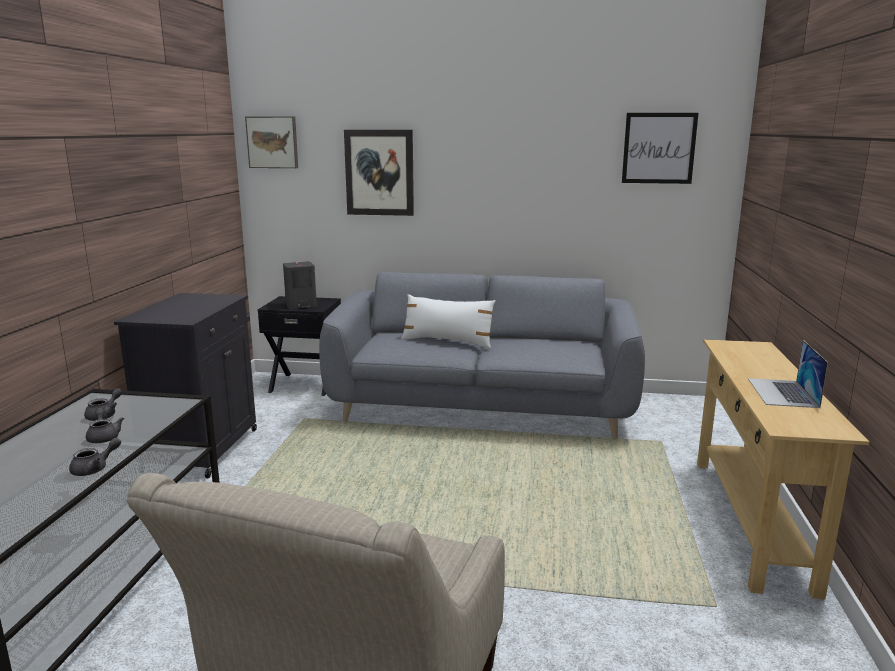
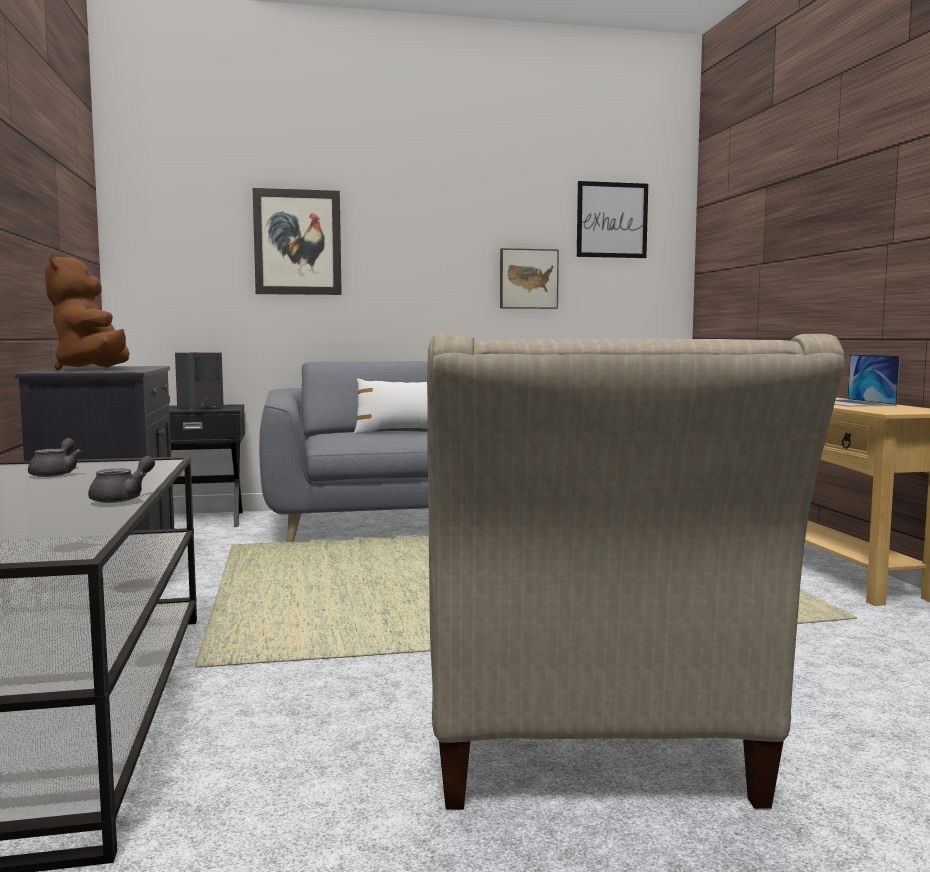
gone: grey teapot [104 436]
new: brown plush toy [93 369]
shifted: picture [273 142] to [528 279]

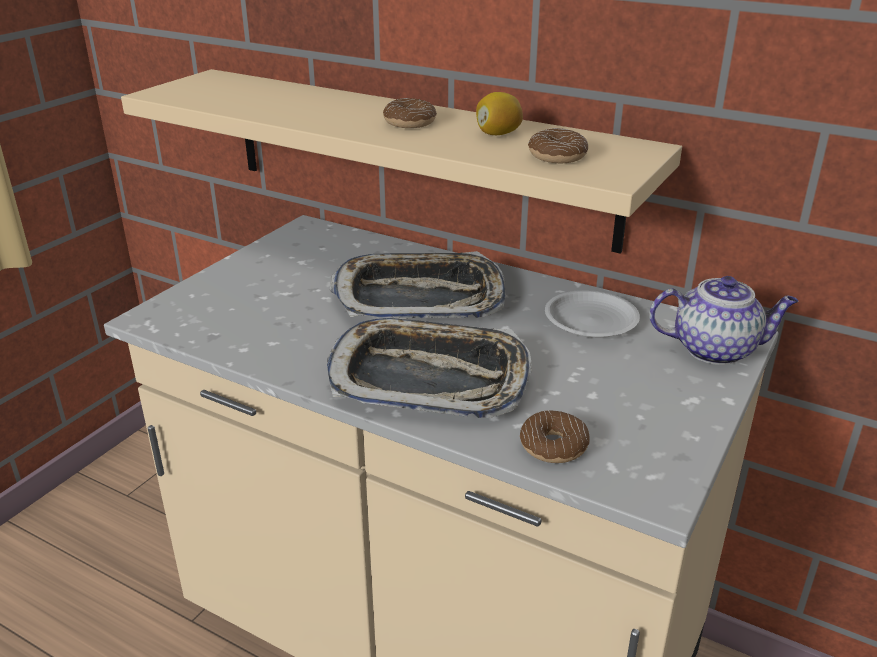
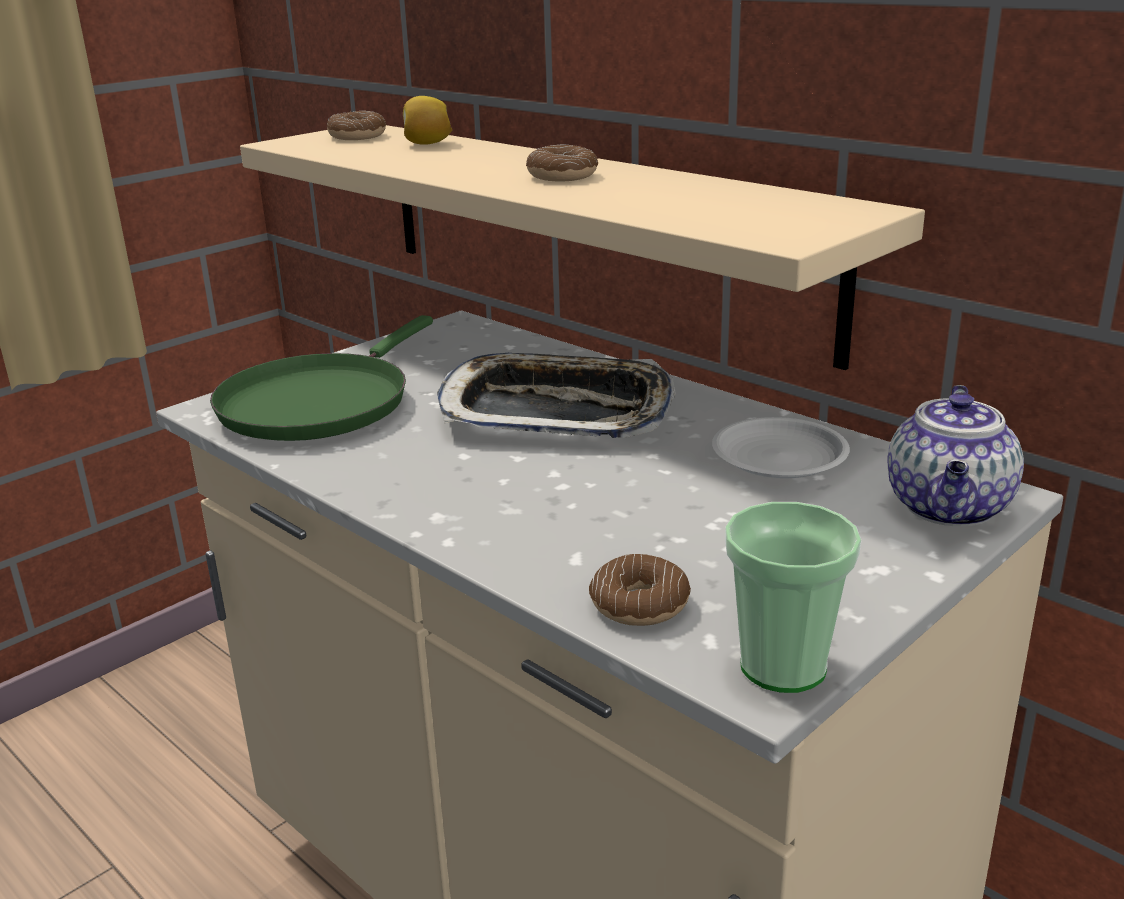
gone: tray [429 378]
new: green frying pan [320 402]; cup [783 666]
shifted: lemon [498 134] to [427 144]; donut [557 156] to [357 136]
rotated: teapot [716 349] = [949 509] 90 degrees clockwise

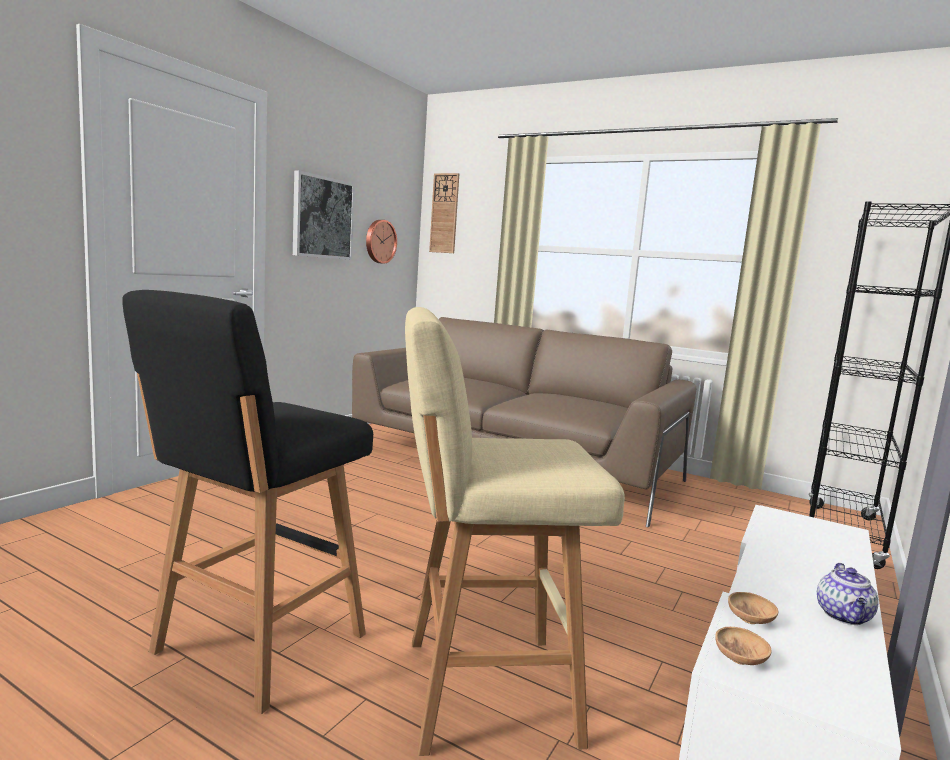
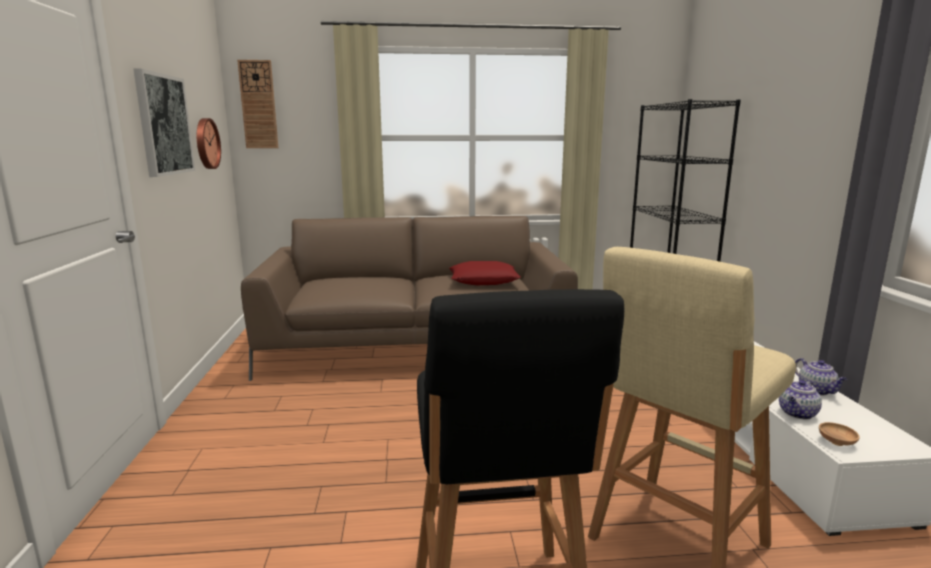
new: red pillow [484 280]
swapped: brown bowl [750 619] to teapot [797 414]

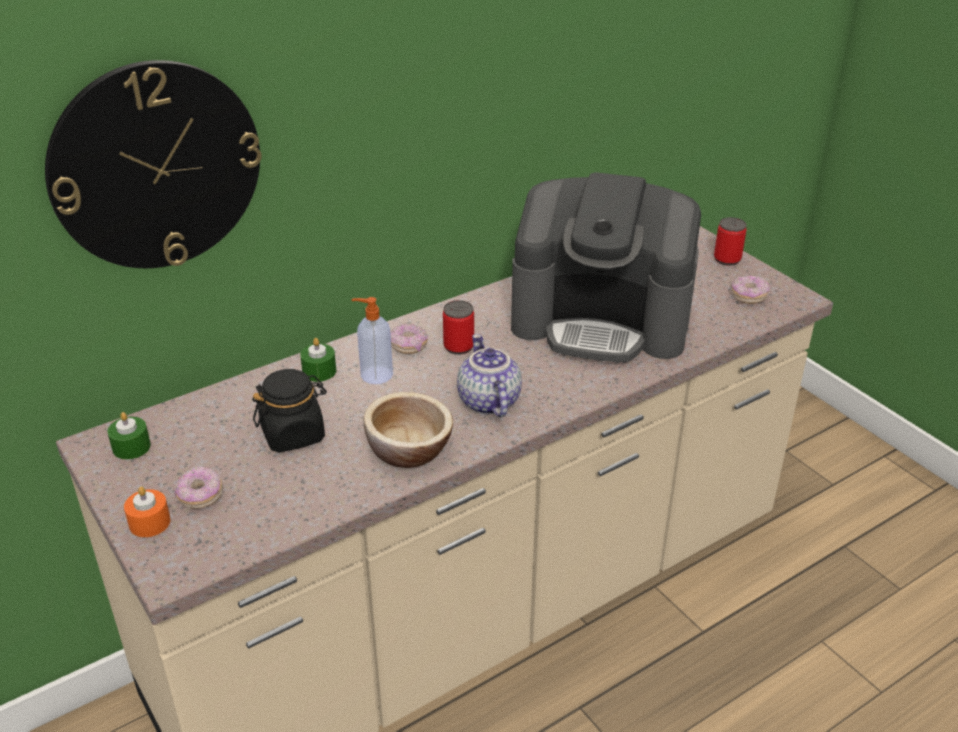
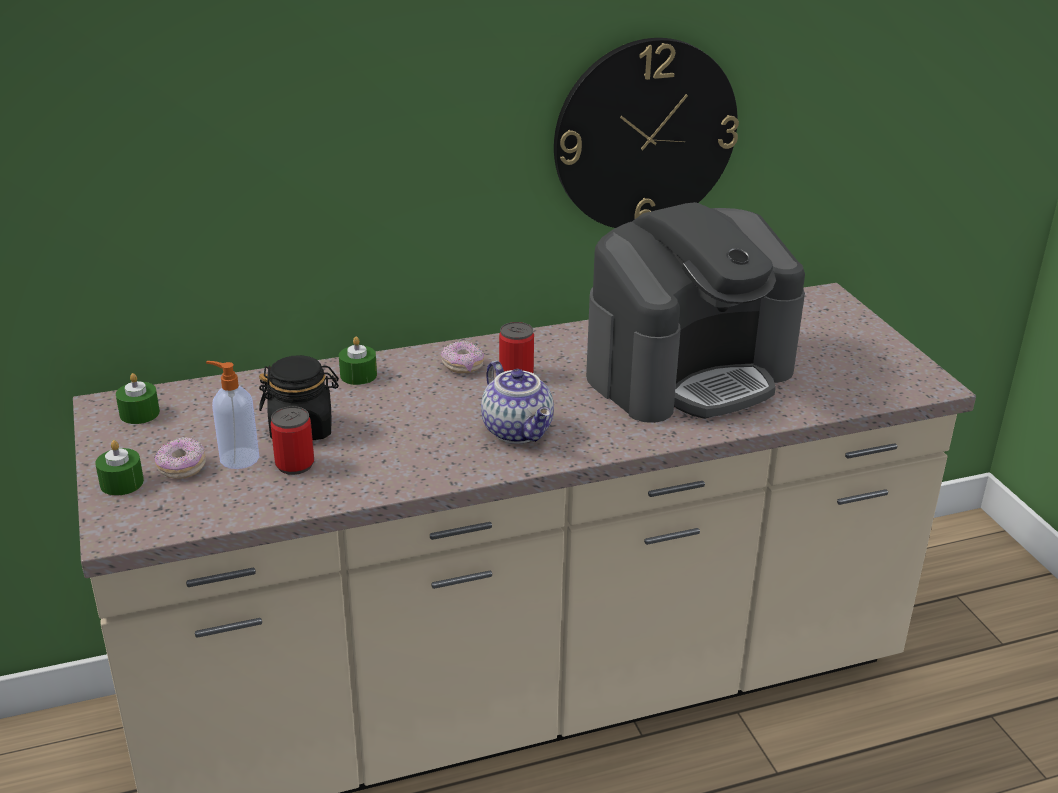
gone: bowl [409 450]; donut [749 296]
shifted: wall clock [156 166] to [645 135]; soap dispenser [375 375] to [238 458]; can [727 259] to [295 465]
repainted: orange candle [149 522] to green candle [122 483]
rotated: teapot [487 401] = [519 431] 150 degrees clockwise; coffee machine [602 319] = [689 372] 60 degrees counterclockwise

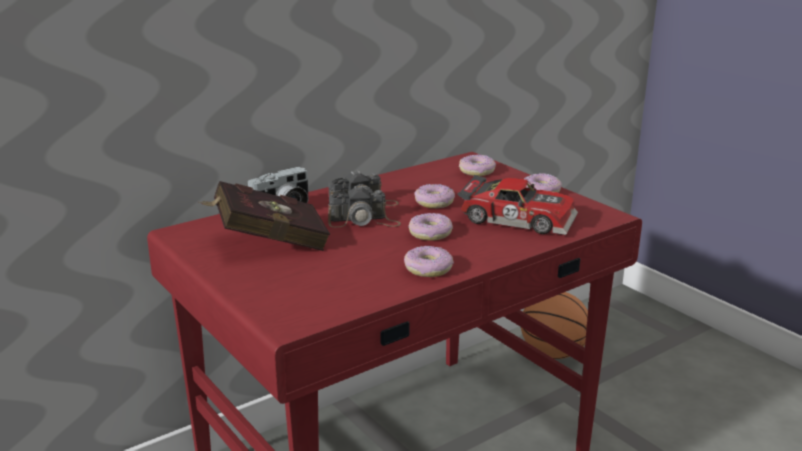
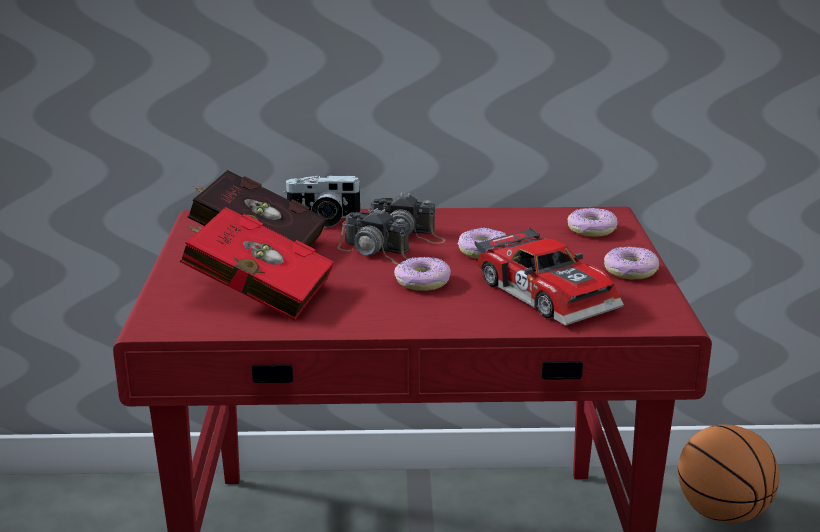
gone: donut [428 269]
new: red book [255 293]

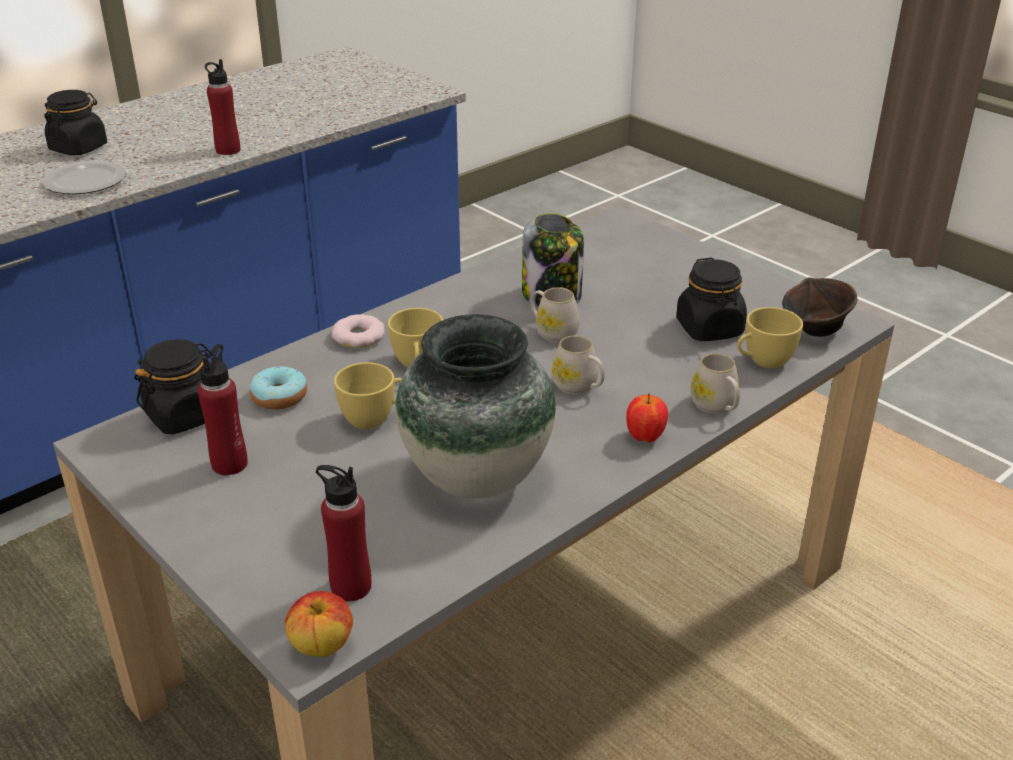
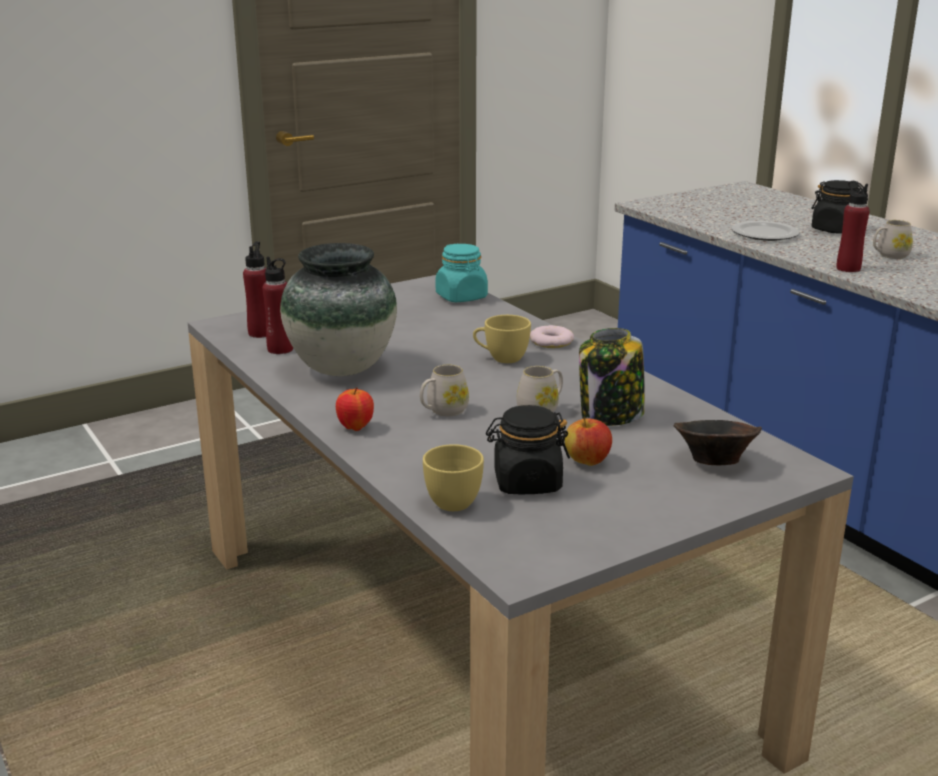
gone: donut [279 397]; yellow cup [374 418]
shifted: red bottle [230 464] to [280 349]; apple [322 646] to [587 461]; white mug [716 407] to [889 255]; brown bowl [815 330] to [713 462]
repainted: black jar [184 415] to turquoise jar [461 297]

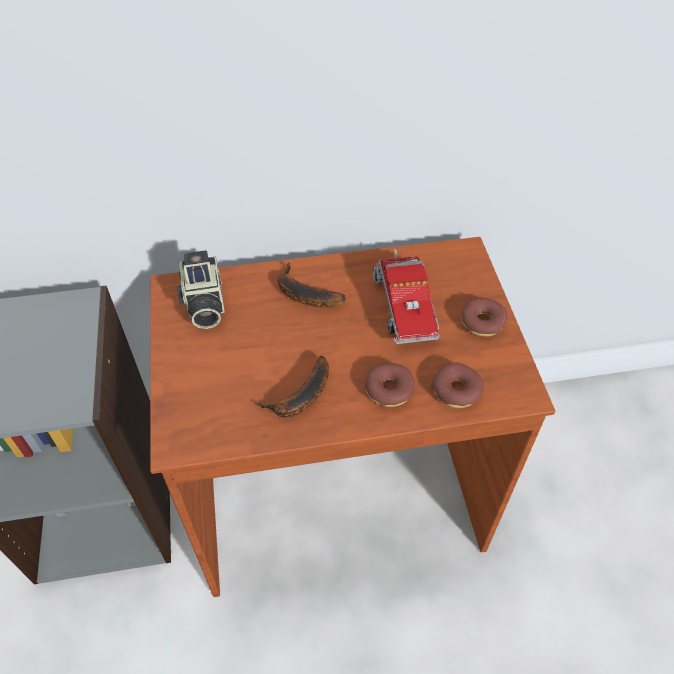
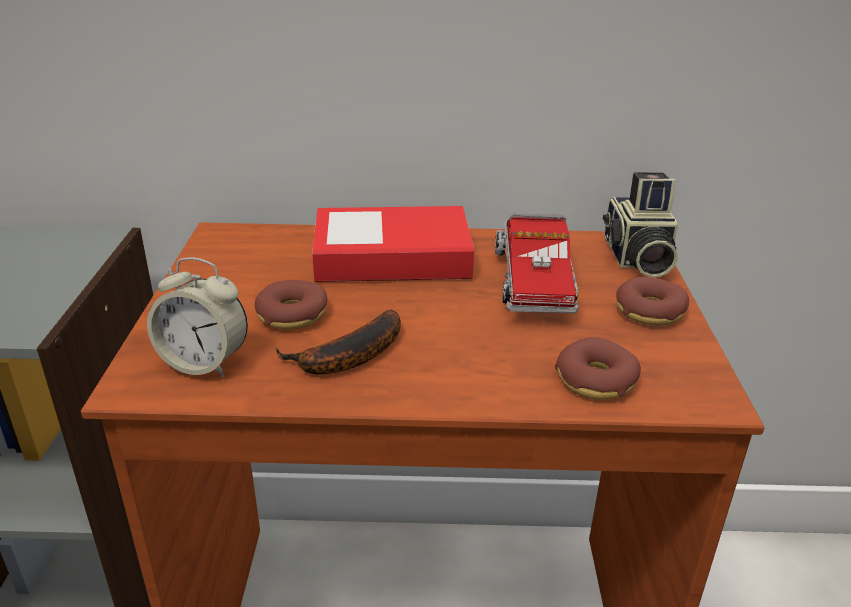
new: alarm clock [204 363]
shifted: photo camera [203 305] to [636 258]; donut [389 390] to [292 315]
swapped: banana [303 294] to book [392 258]

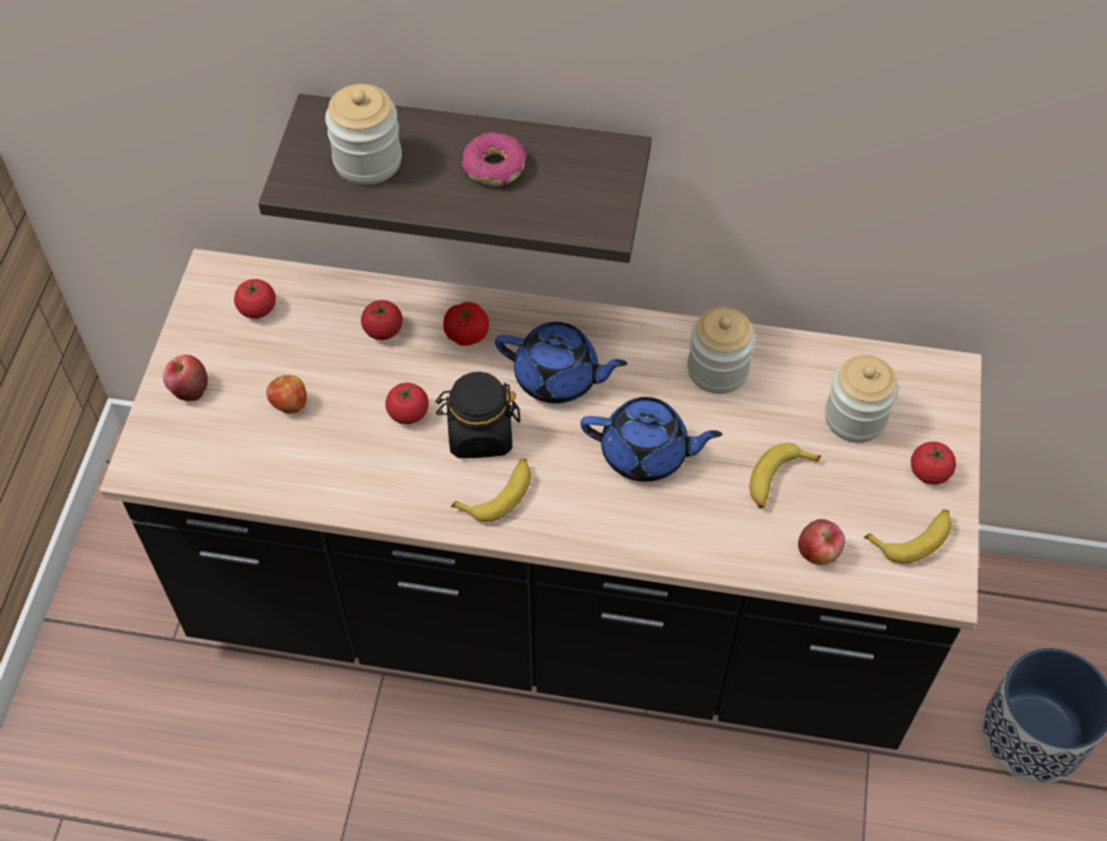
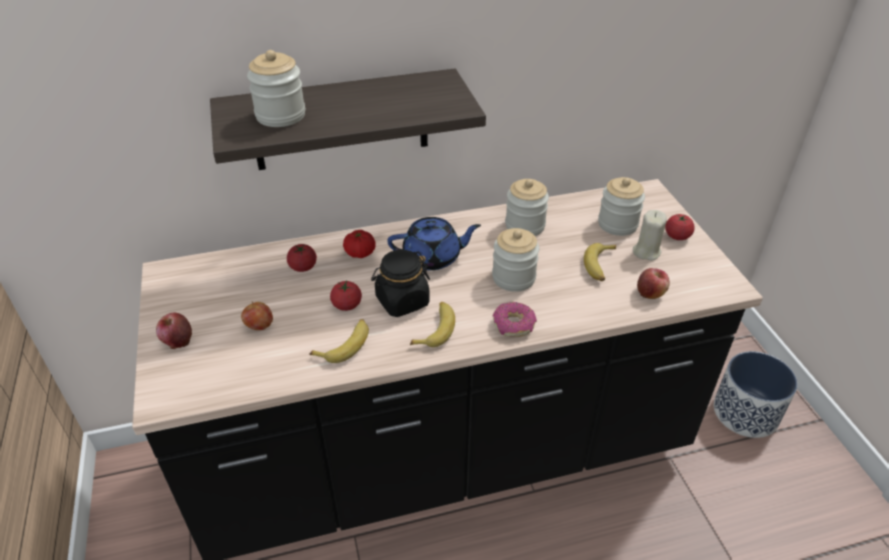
gone: tomato [257 309]
new: beige candle [646 251]
shifted: donut [494 168] to [514 325]; banana [912 538] to [345 345]
swapped: blue teapot [646 453] to jar [513 278]

